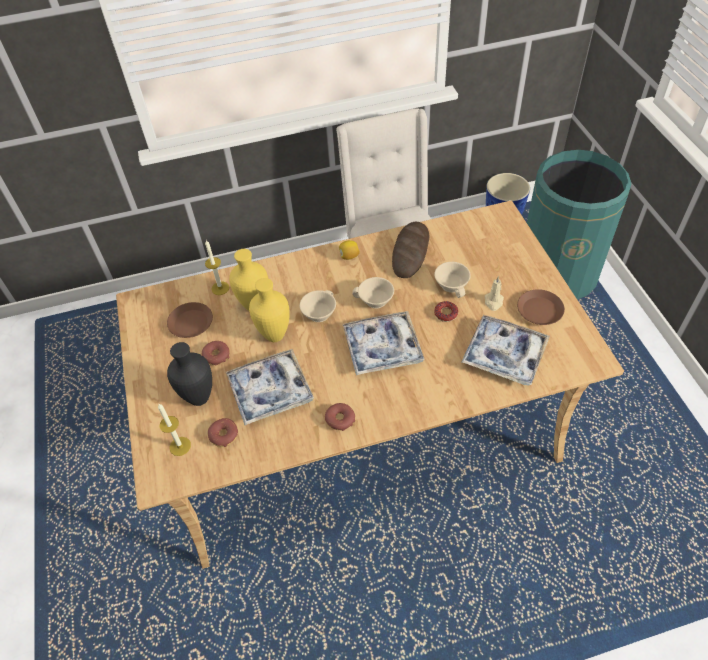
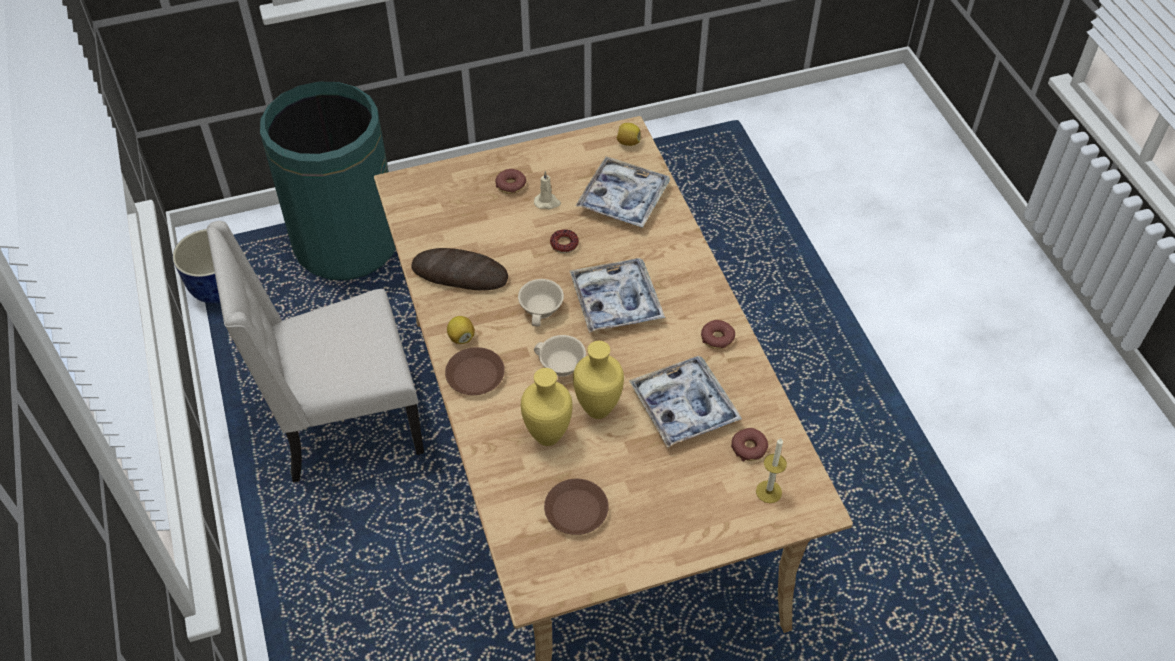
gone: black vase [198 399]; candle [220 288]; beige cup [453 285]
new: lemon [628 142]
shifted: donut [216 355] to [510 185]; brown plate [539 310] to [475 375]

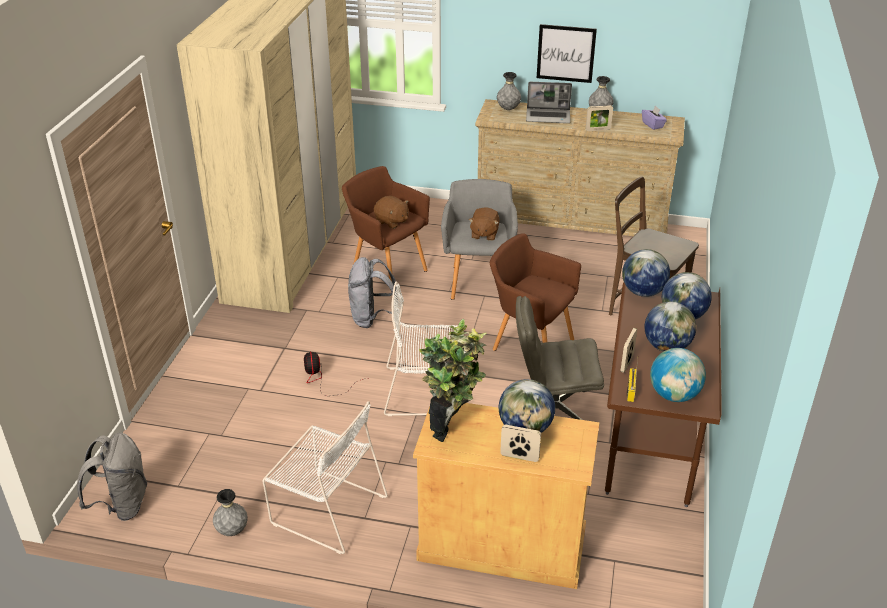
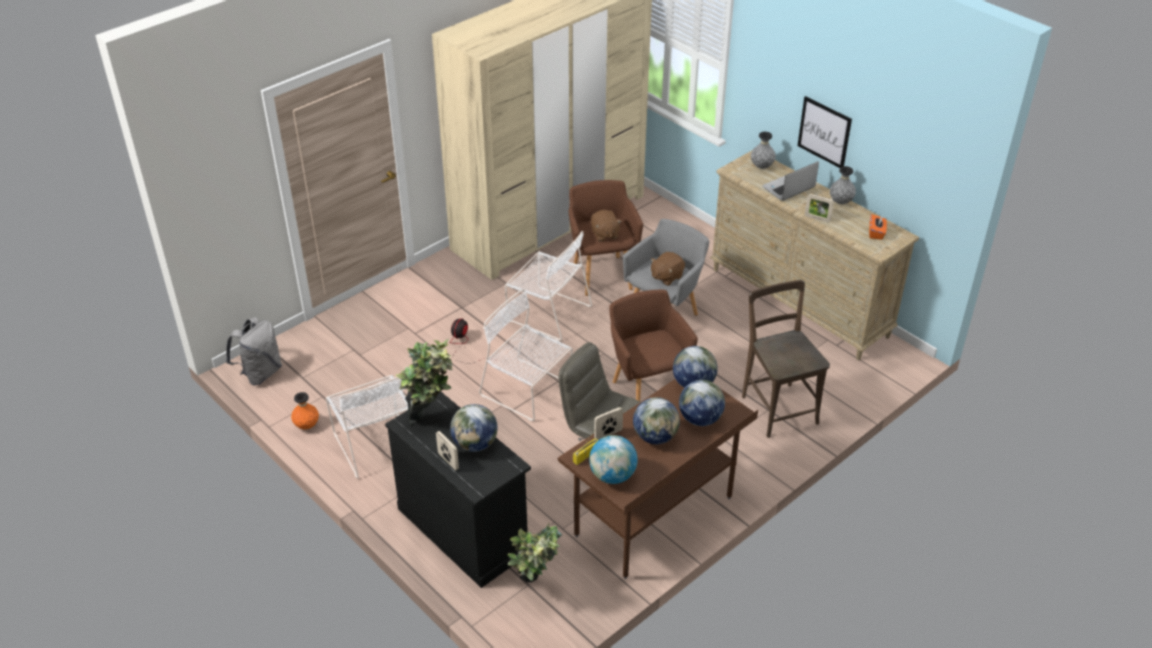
new: potted plant [536 589]
swapped: grey backpack [372 318] to white chair [547 312]
repainted: grey vase [232 531] to orange vase [307 426]; beige cabinet [502 544] to black cabinet [463 530]; purple tissue box [653 125] to orange tissue box [876 233]
rotated: laptop [548 117] = [788 188] 105 degrees clockwise

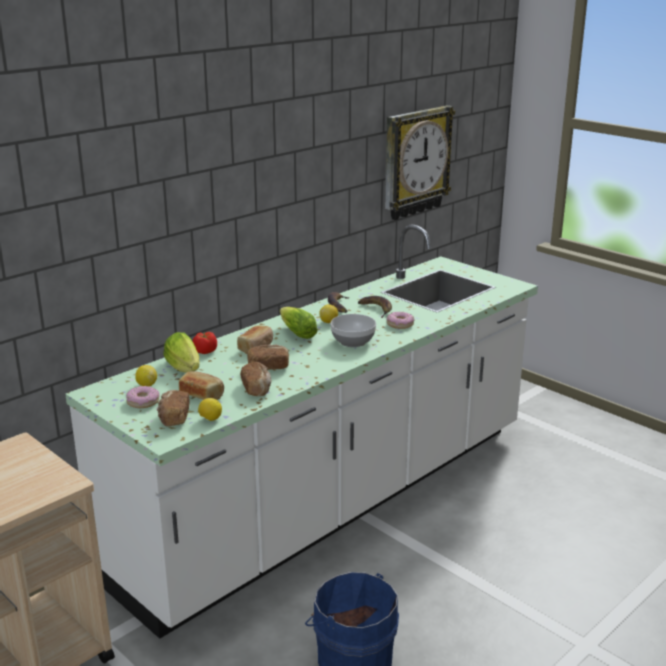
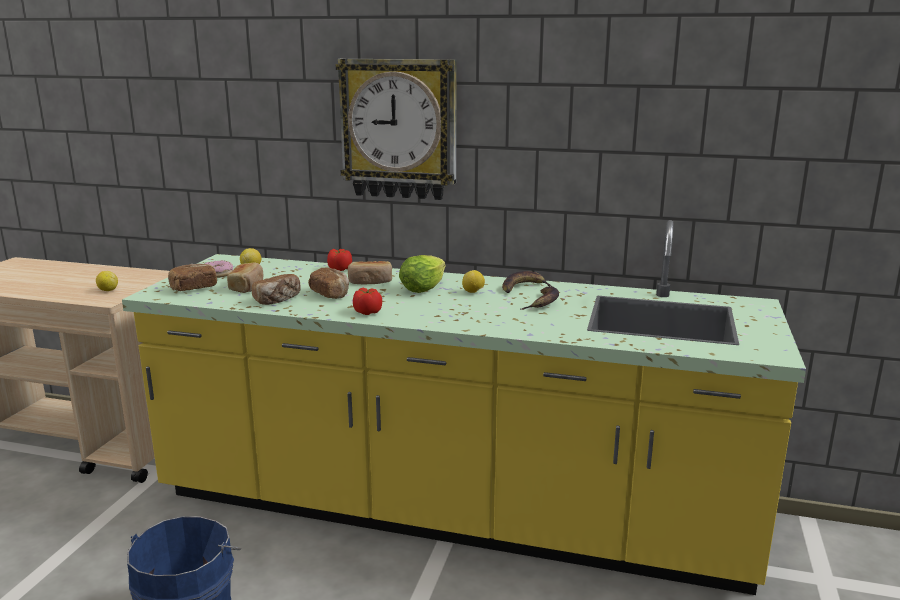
gone: lettuce [185 368]; bowl [353 341]; donut [400 324]
new: tomato [367 312]
shifted: lemon [210 419] to [108 290]; wall clock [415 162] to [399 129]
repainted: white counter [333 502] to yellow counter [450 513]

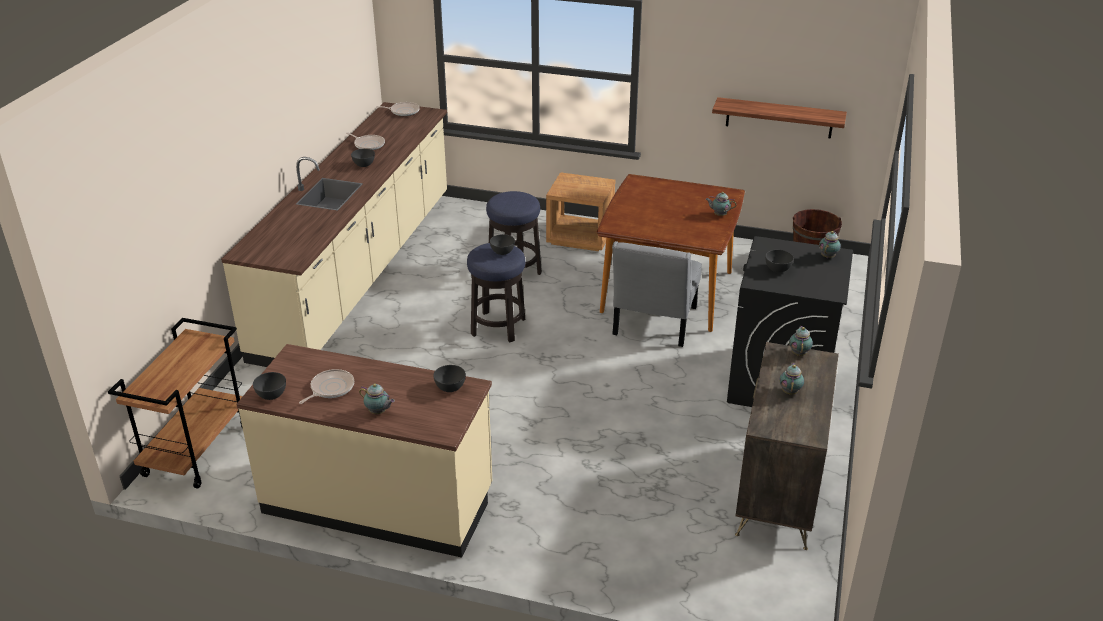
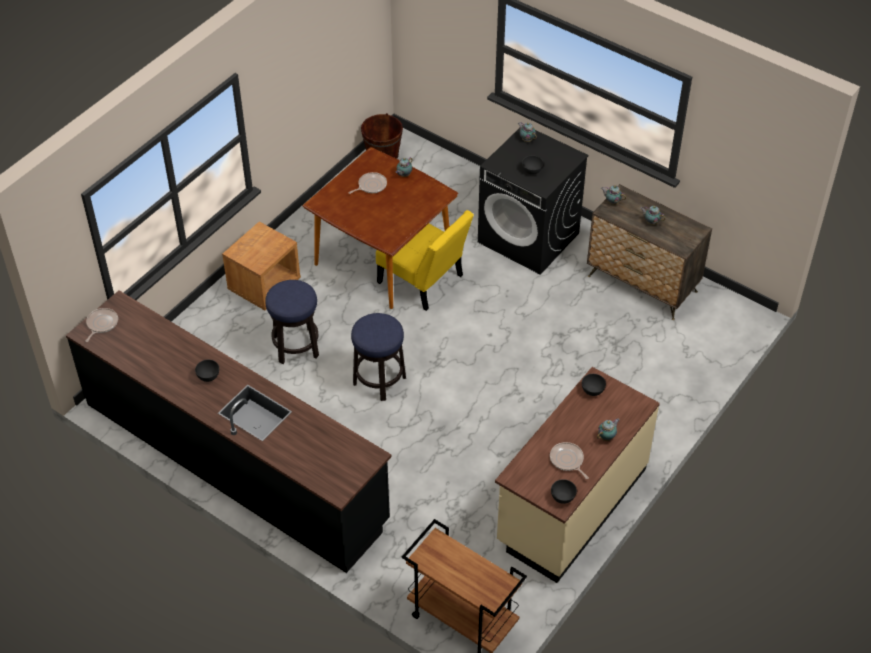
gone: grey bowl [502 252]; shelf [779 118]
shifted: frying pan [368 145] to [371 186]
repainted: beige counter [359 272] to black counter [235 461]; grey chair [653 324] to yellow chair [424 281]

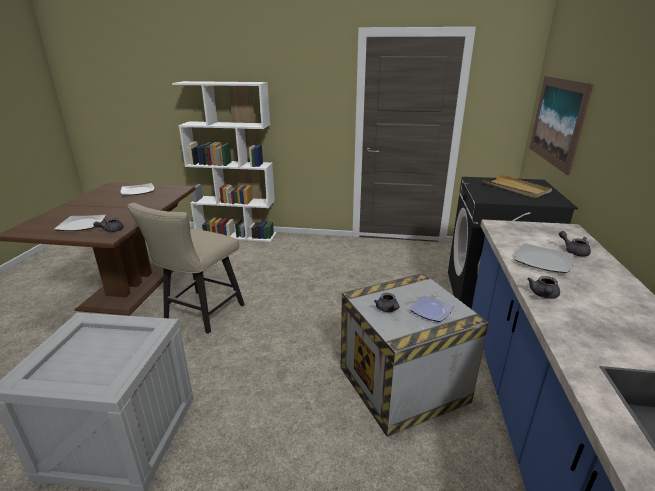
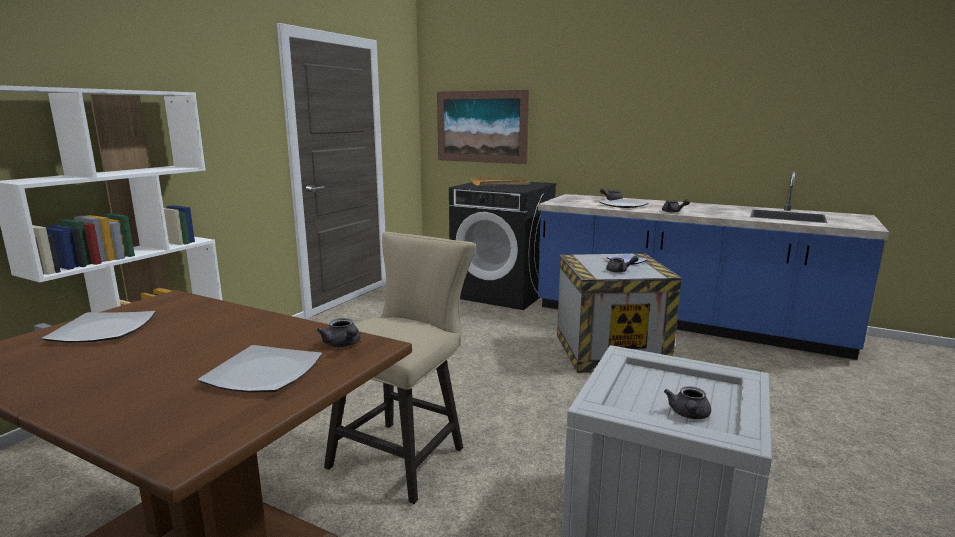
new: grey teapot [688 415]
rotated: beige chair [200 314] = [404 453] 105 degrees counterclockwise

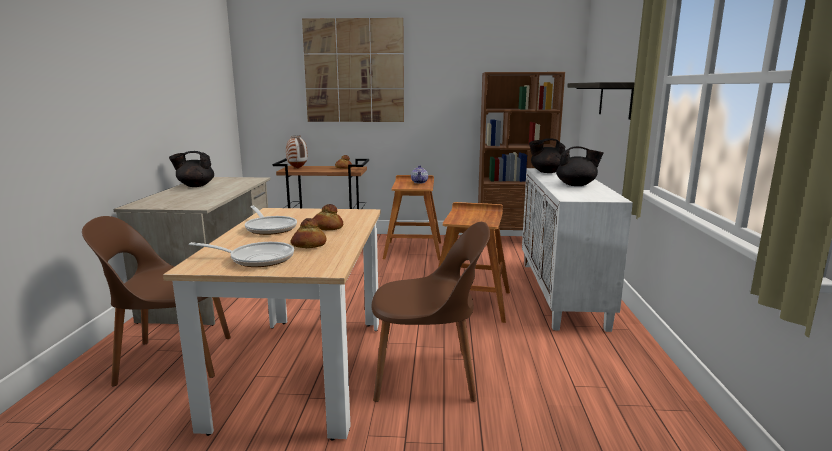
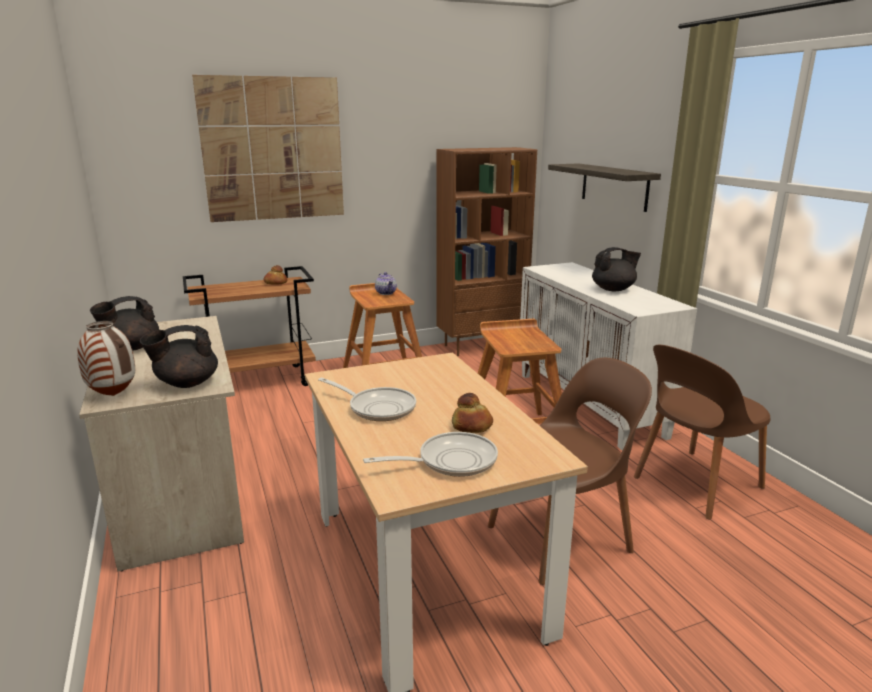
gone: bread [327 228]
shifted: brown chair [172 359] to [695 483]; vase [298 168] to [114 395]; black teapot [546 172] to [186 383]

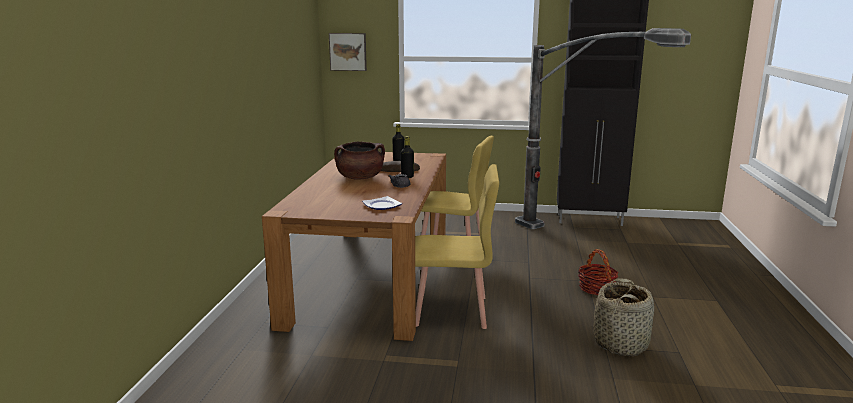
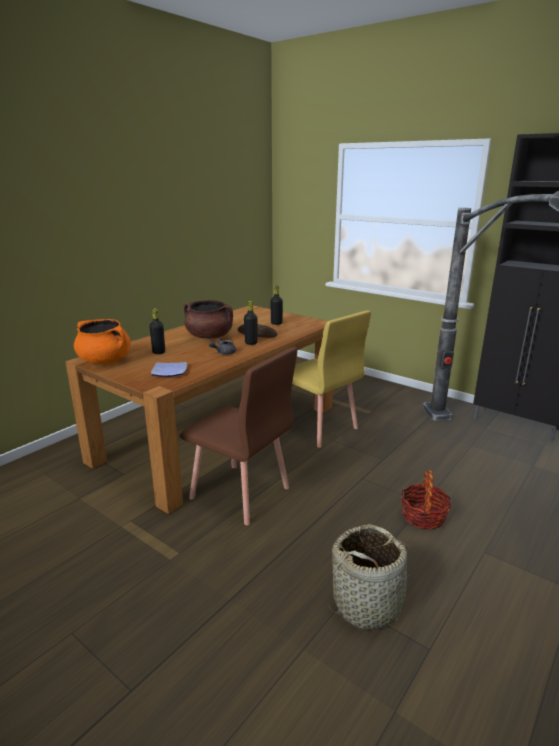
gone: picture [348 51]
new: orange cooking pot [105 361]; black bottle [159 352]
repainted: yellow chair [452 311] to brown chair [240 493]

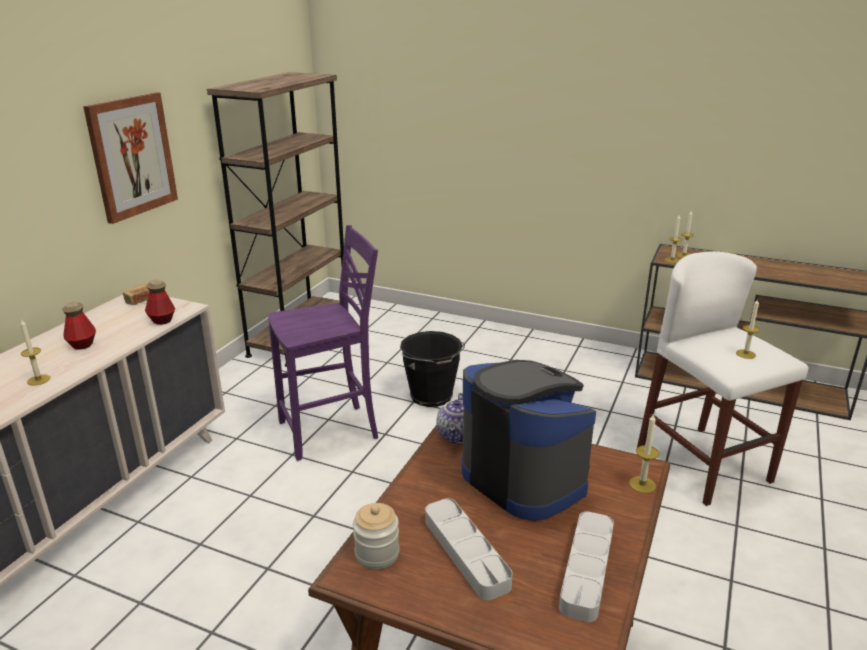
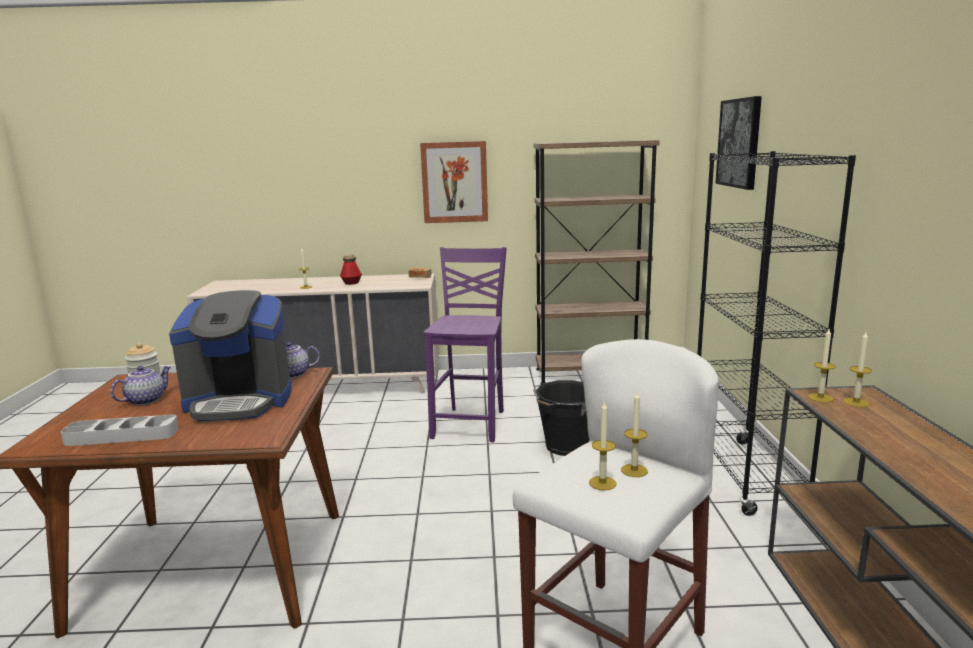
gone: bottle [162 320]
new: black bookcase [745 476]; picture [739 143]
shifted: candle [642 484] to [634 470]
swapped: grey tray [466 552] to teapot [145 400]
rotated: purple chair [331 431] = [471 424] 120 degrees counterclockwise; coffee machine [524 477] = [240 401] 60 degrees clockwise

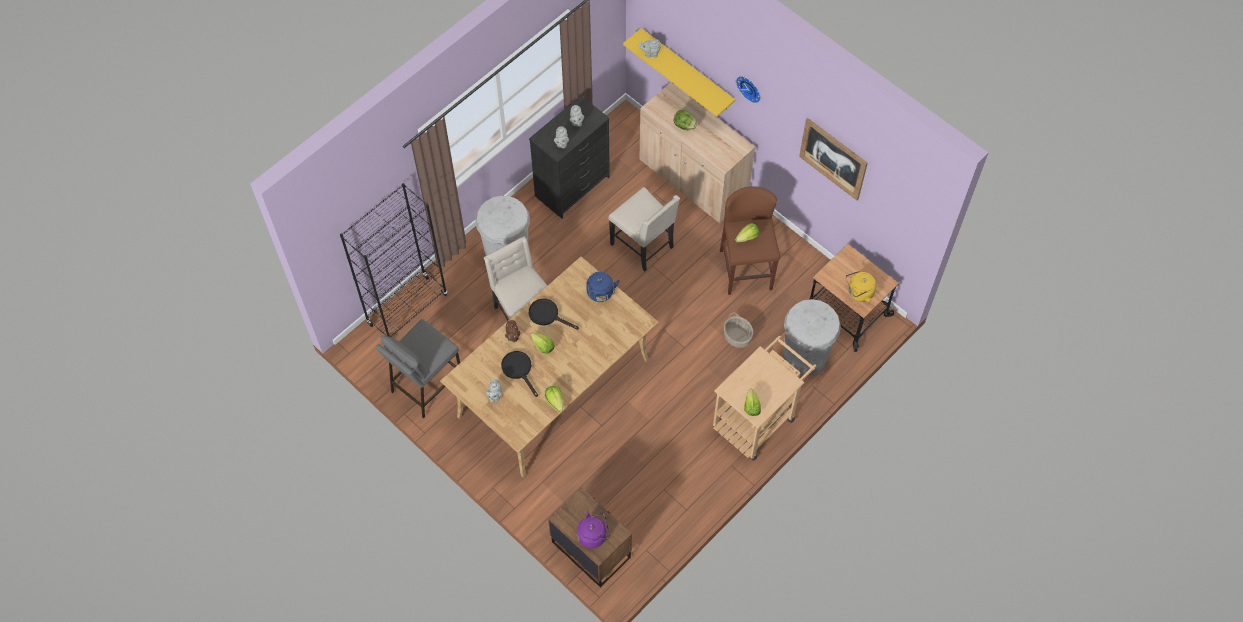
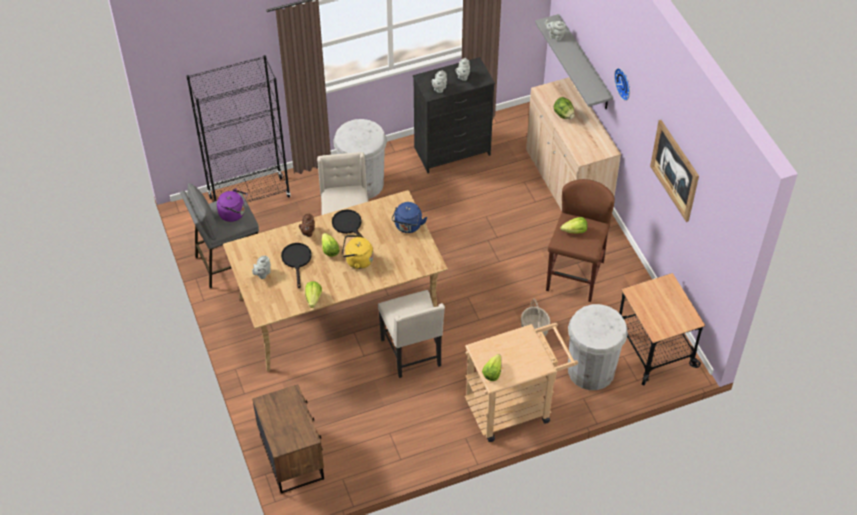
shifted: purple kettle [594 535] to [234 213]; beige chair [643 246] to [412 353]; yellow kettle [859 293] to [357 260]
repainted: yellow shelf [687 70] to grey shelf [584 63]

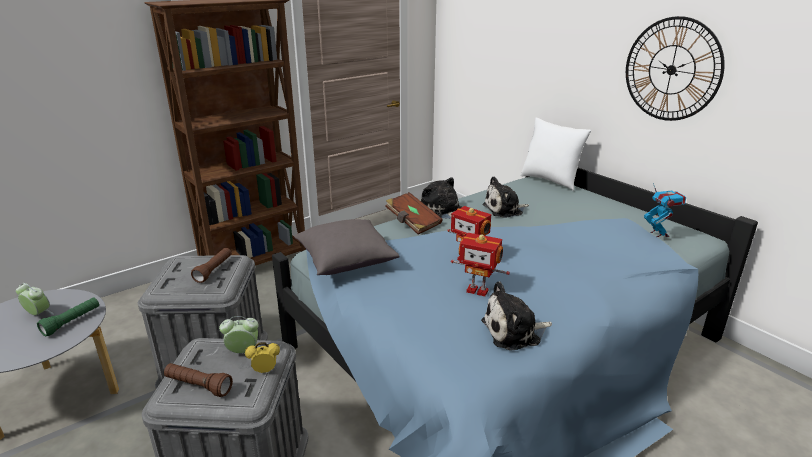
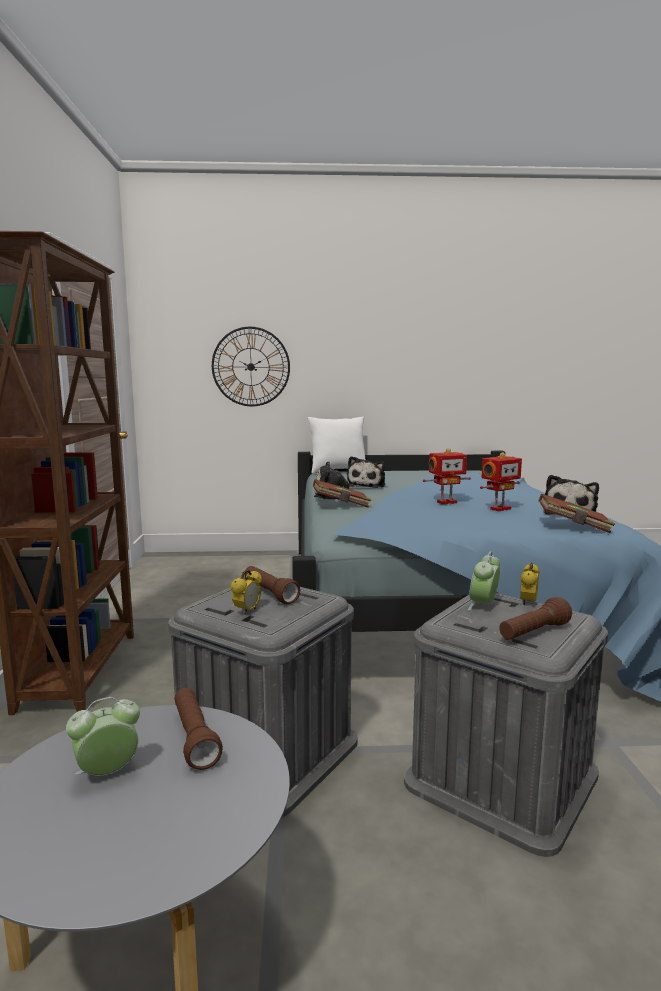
gone: grey pillow [346 261]; toy robot [659 234]
new: alarm clock [247 611]; brown book [574 527]
shifted: wall clock [671 70] to [251 367]
repainted: green flashlight [72 322] to brown flashlight [194 738]

